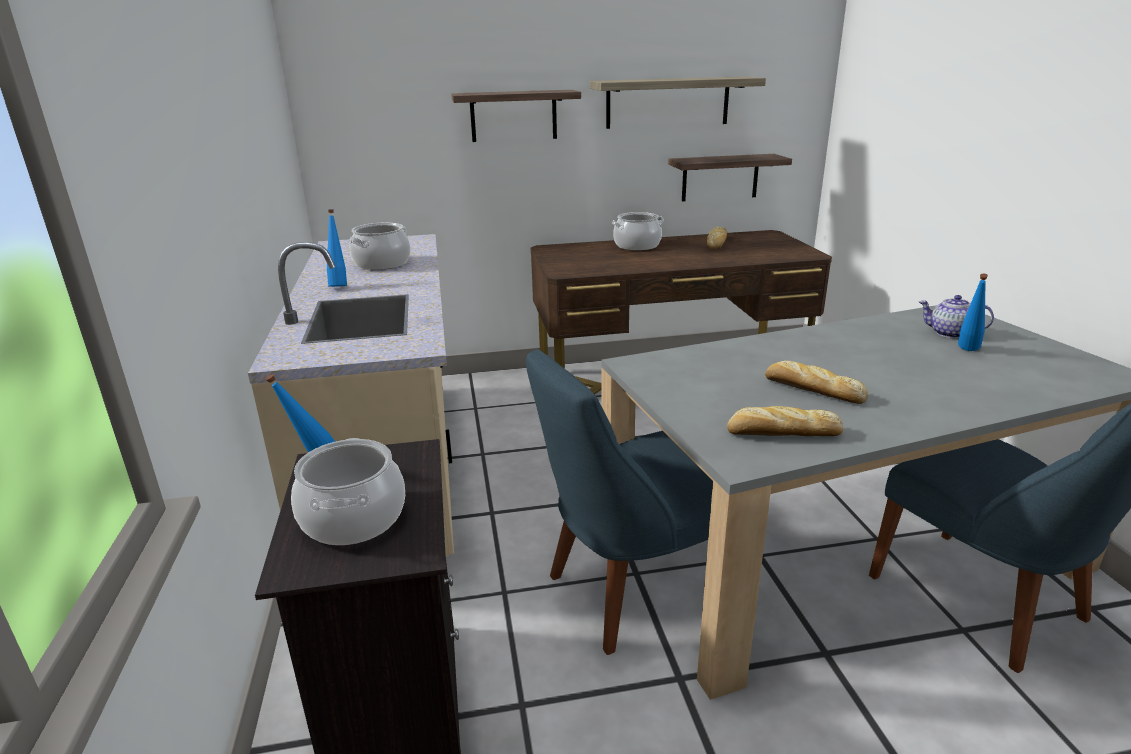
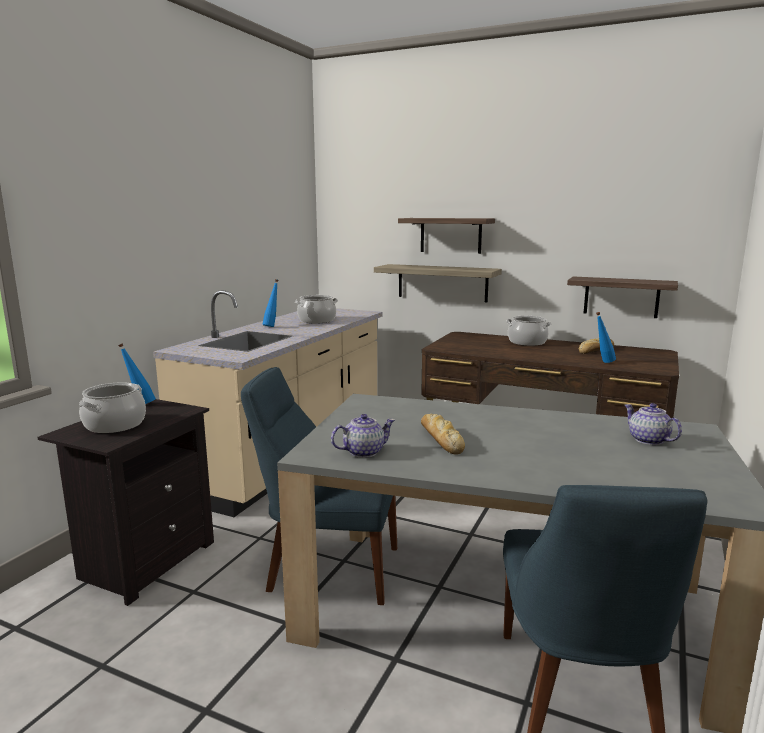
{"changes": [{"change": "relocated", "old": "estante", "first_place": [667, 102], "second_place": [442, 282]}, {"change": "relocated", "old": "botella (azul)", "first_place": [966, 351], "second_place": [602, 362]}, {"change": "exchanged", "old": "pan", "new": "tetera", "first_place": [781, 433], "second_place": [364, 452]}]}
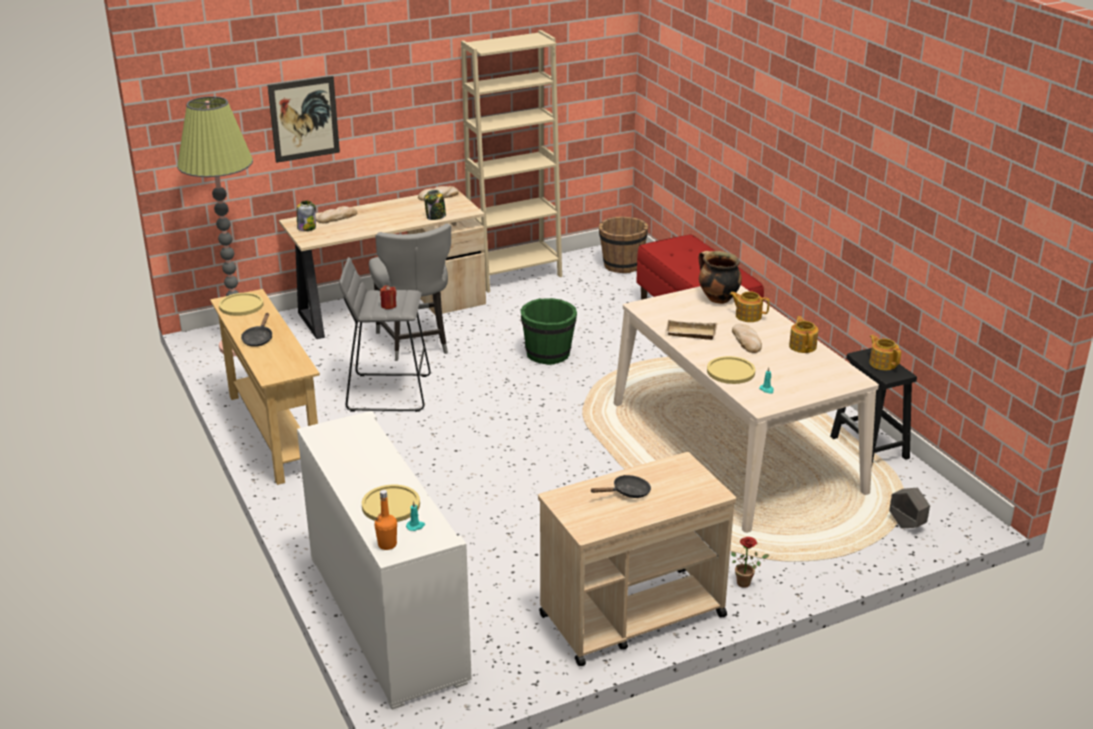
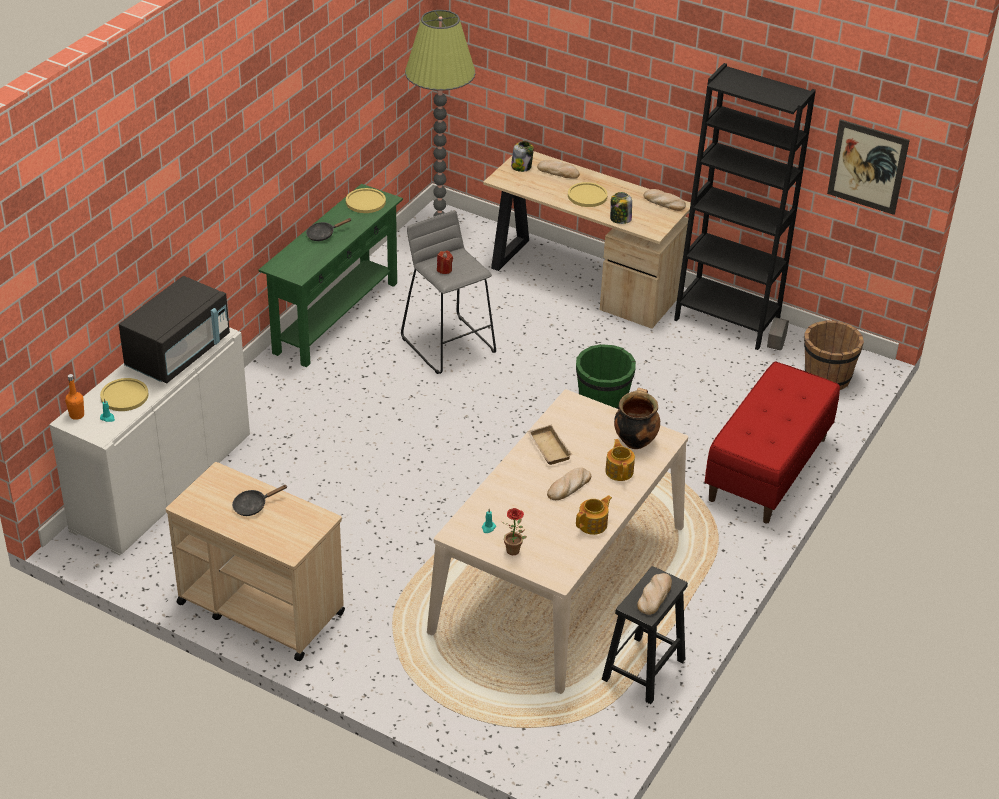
{"changes": [{"change": "missing", "old": "silla (gris)", "first_place": [414, 343]}, {"change": "appeared", "new": "microondas (negro)", "second_place": [178, 353]}, {"change": "relocated", "old": "cuadro", "first_place": [304, 119], "second_place": [867, 167]}, {"change": "relocated", "old": "plato (amarillo)", "first_place": [730, 371], "second_place": [587, 196]}, {"change": "relocated", "old": "planta en maceta", "first_place": [746, 582], "second_place": [515, 552]}, {"change": "relocated", "old": "maceta (gris)", "first_place": [906, 525], "second_place": [775, 347]}, {"change": "exchanged", "old": "tetera", "new": "pan", "first_place": [882, 363], "second_place": [654, 595]}, {"change": "colour", "old": "mesa consola (beis)", "new": "mesa consola (verde)", "first_place": [273, 433], "second_place": [335, 317]}, {"change": "colour", "old": "estantería (beis)", "new": "estantería (negro)", "first_place": [515, 275], "second_place": [726, 321]}, {"change": "spun", "old": "sartén (negro)", "first_place": [627, 492], "second_place": [253, 506], "degrees": 120}]}
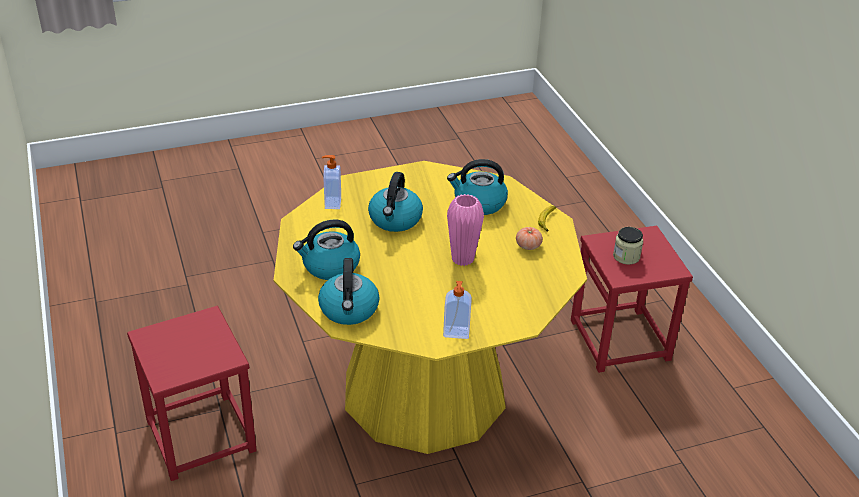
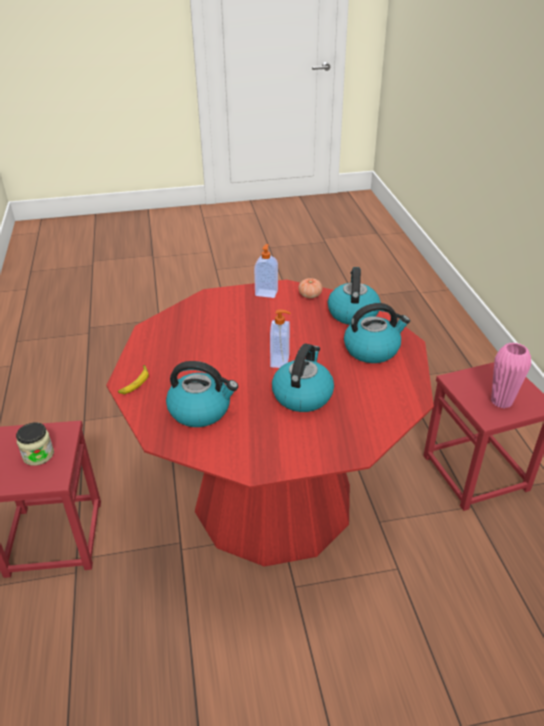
{"changes": [{"change": "relocated", "old": "dispensador de jabón", "first_place": [332, 203], "second_place": [280, 361]}, {"change": "relocated", "old": "florero (rosa)", "first_place": [462, 259], "second_place": [501, 401]}, {"change": "relocated", "old": "tomate", "first_place": [528, 246], "second_place": [310, 295]}, {"change": "colour", "old": "mesa de comedor (amarillo)", "new": "mesa de comedor (rojo)", "first_place": [424, 390], "second_place": [273, 498]}]}
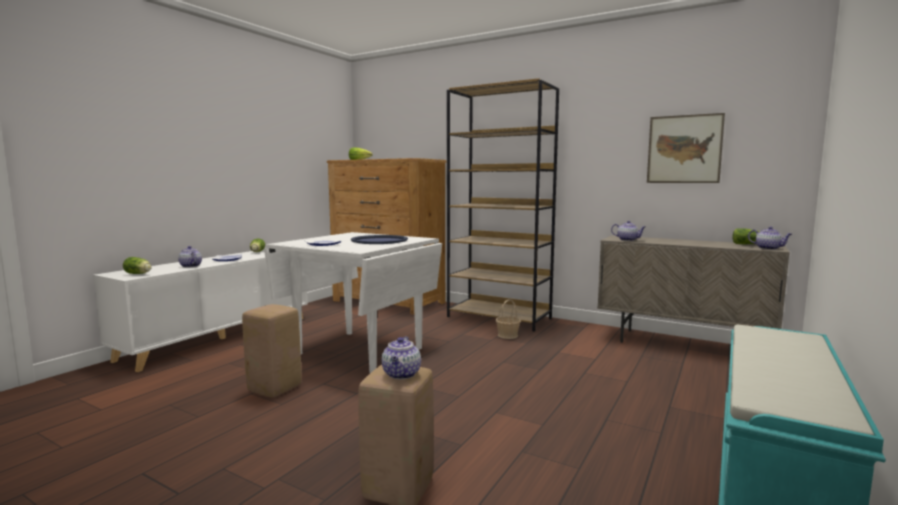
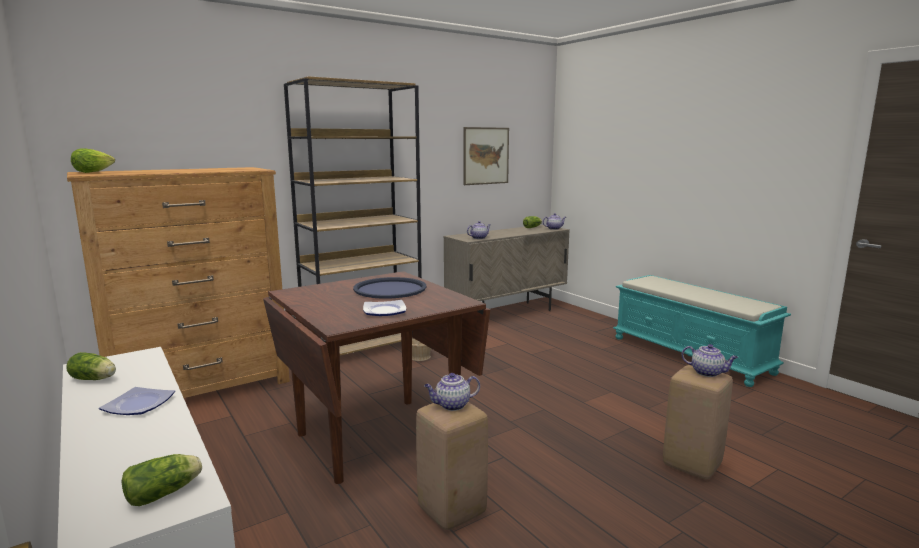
{"changes": [{"change": "relocated", "old": "tetera", "first_place": [190, 266], "second_place": [452, 405]}, {"change": "colour", "old": "mesa de comedor (blanco)", "new": "mesa de comedor (marrón)", "first_place": [359, 351], "second_place": [378, 437]}]}
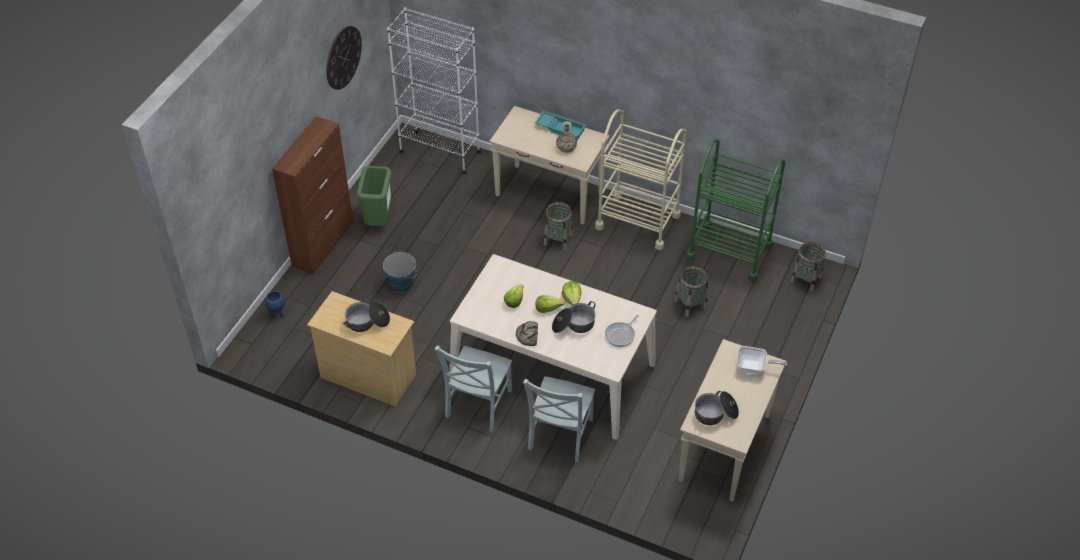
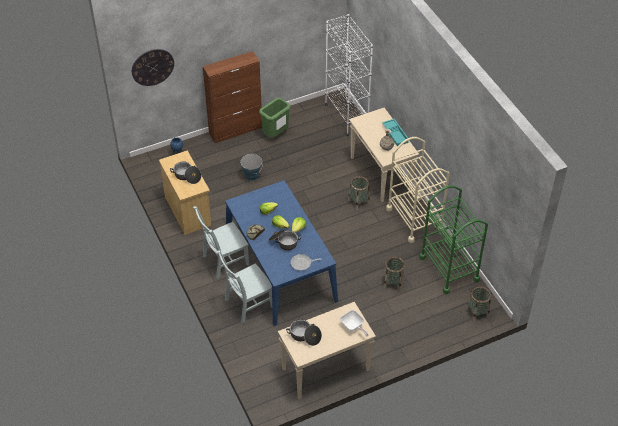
{"changes": [{"change": "relocated", "old": "reloj de pared", "first_place": [343, 57], "second_place": [152, 67]}, {"change": "colour", "old": "mesa de comedor (beis)", "new": "mesa de comedor (azul)", "first_place": [552, 370], "second_place": [280, 268]}]}
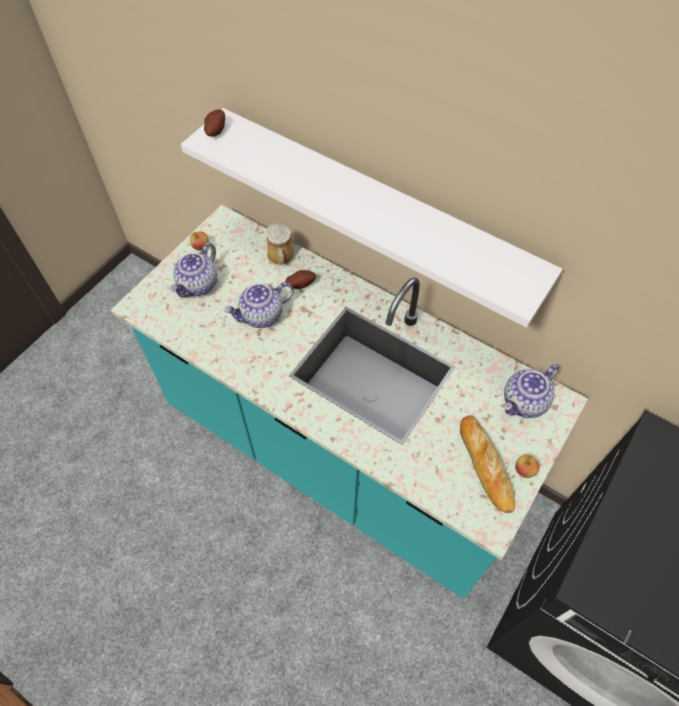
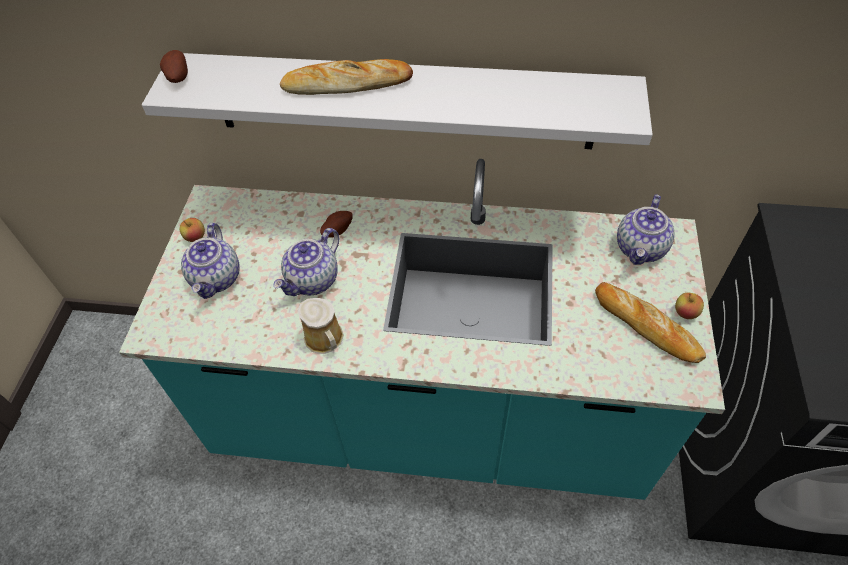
{"changes": [{"change": "appeared", "new": "pan", "second_place": [347, 84]}, {"change": "relocated", "old": "taza grande", "first_place": [281, 257], "second_place": [325, 340]}]}
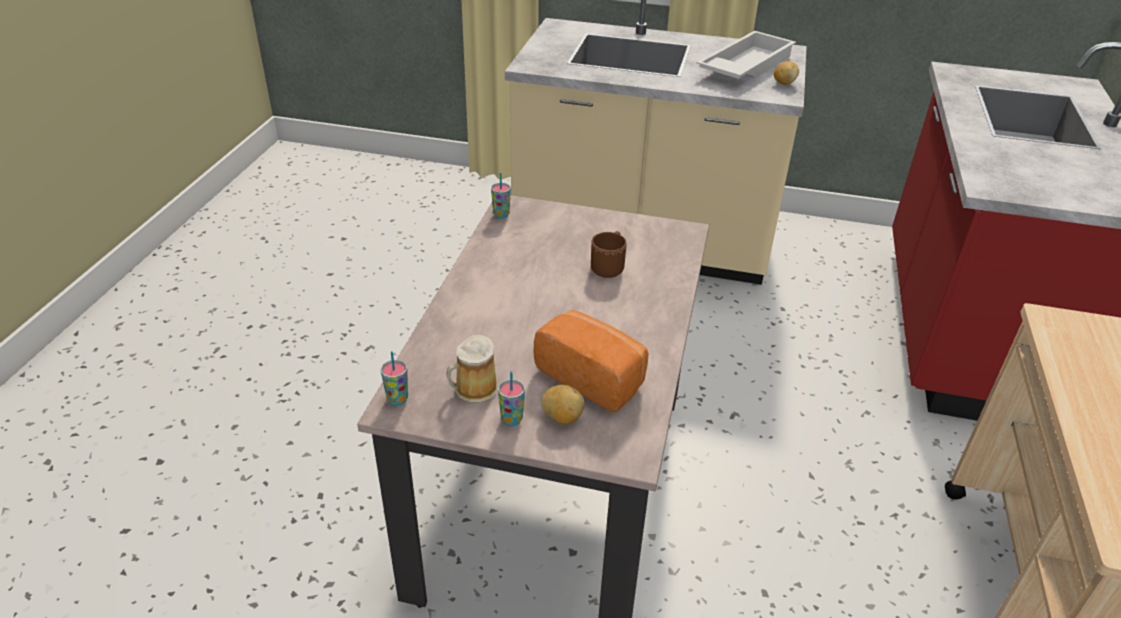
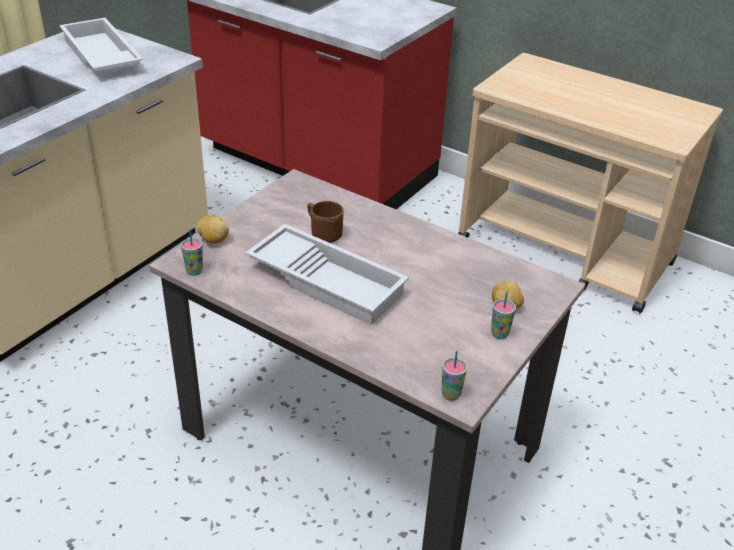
{"changes": [{"change": "missing", "old": "taza grande", "first_place": [473, 389]}, {"change": "missing", "old": "pan", "first_place": [593, 377]}, {"change": "appeared", "new": "bandeja (blanco)", "second_place": [328, 280]}, {"change": "relocated", "old": "patata", "first_place": [784, 83], "second_place": [213, 240]}]}
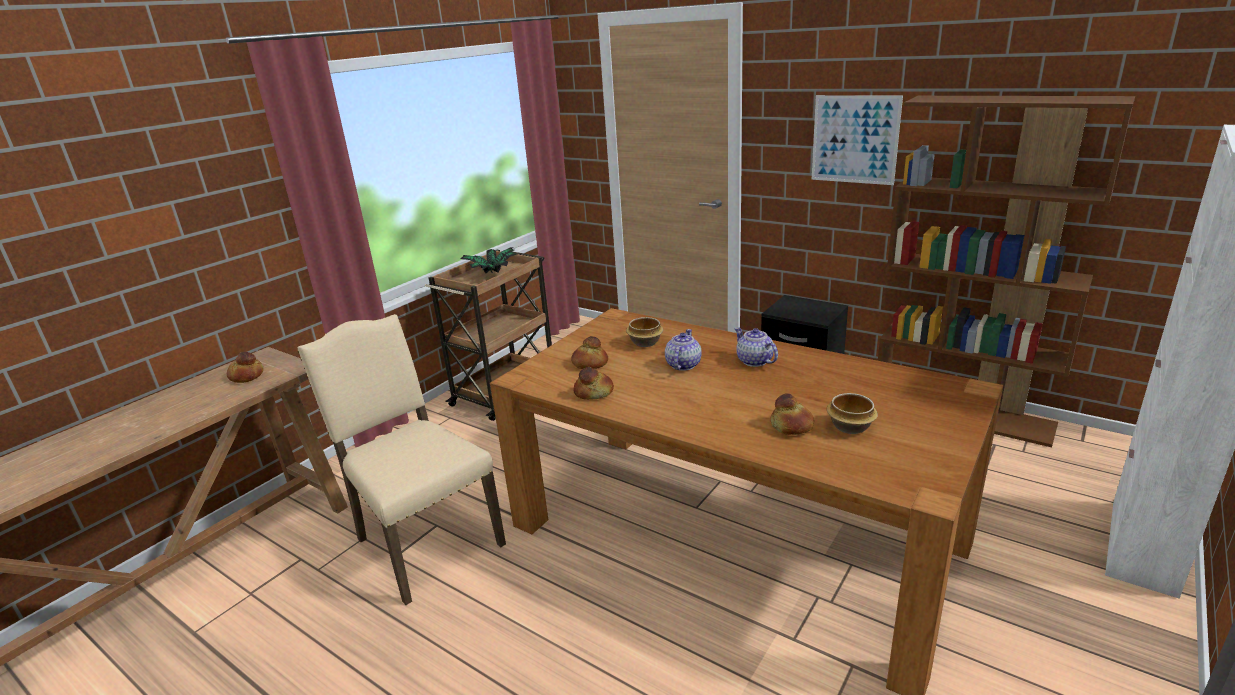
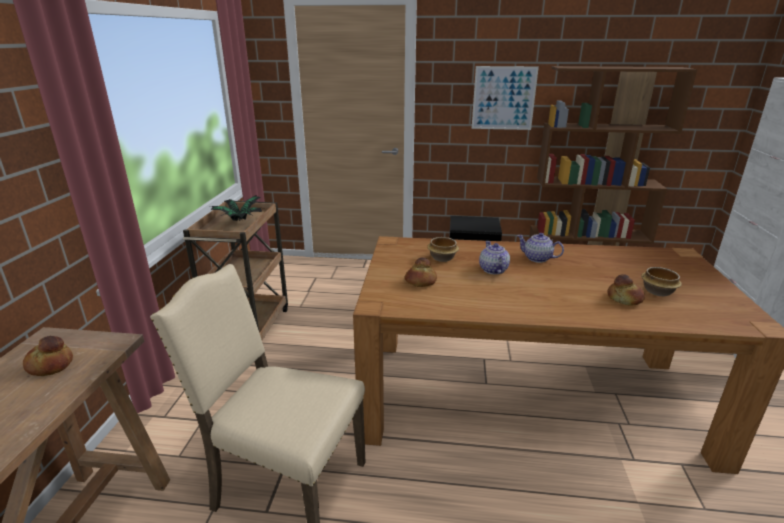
{"changes": [{"change": "missing", "old": "pan", "first_place": [594, 393]}]}
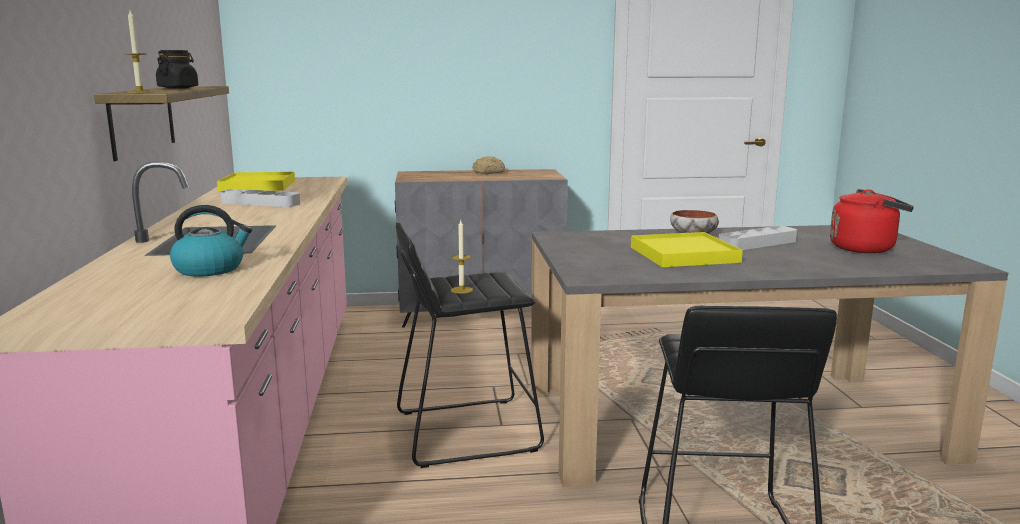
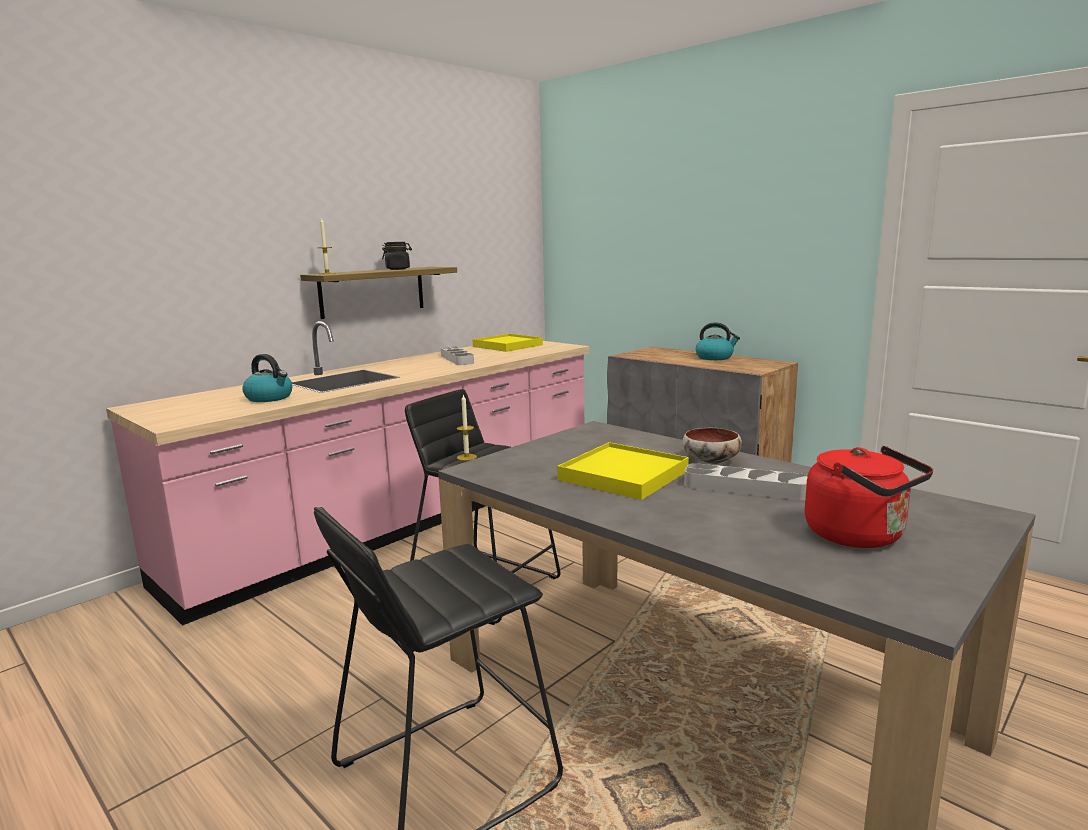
{"changes": [{"change": "exchanged", "old": "pan", "new": "hervidor", "first_place": [487, 172], "second_place": [715, 357]}]}
